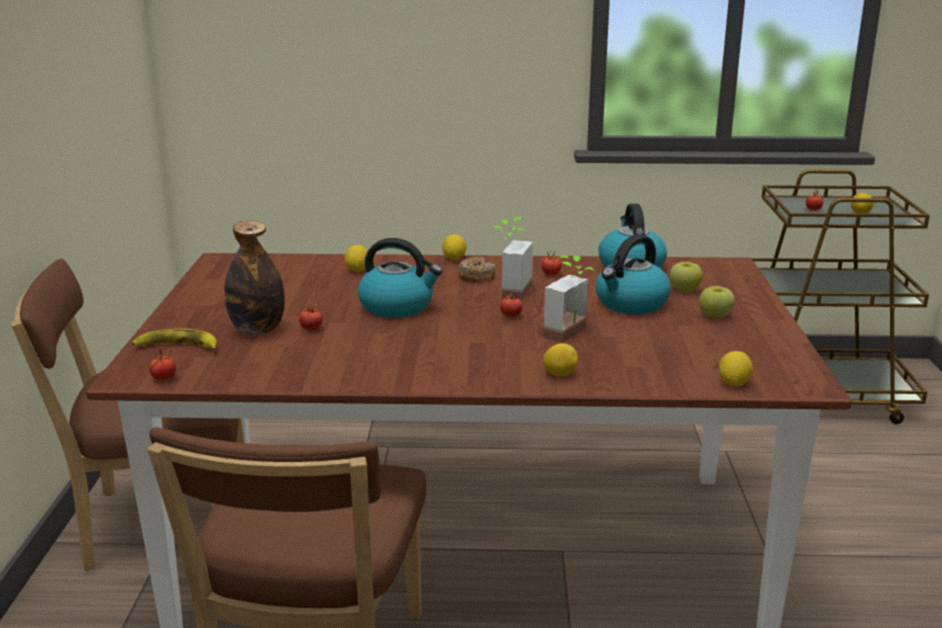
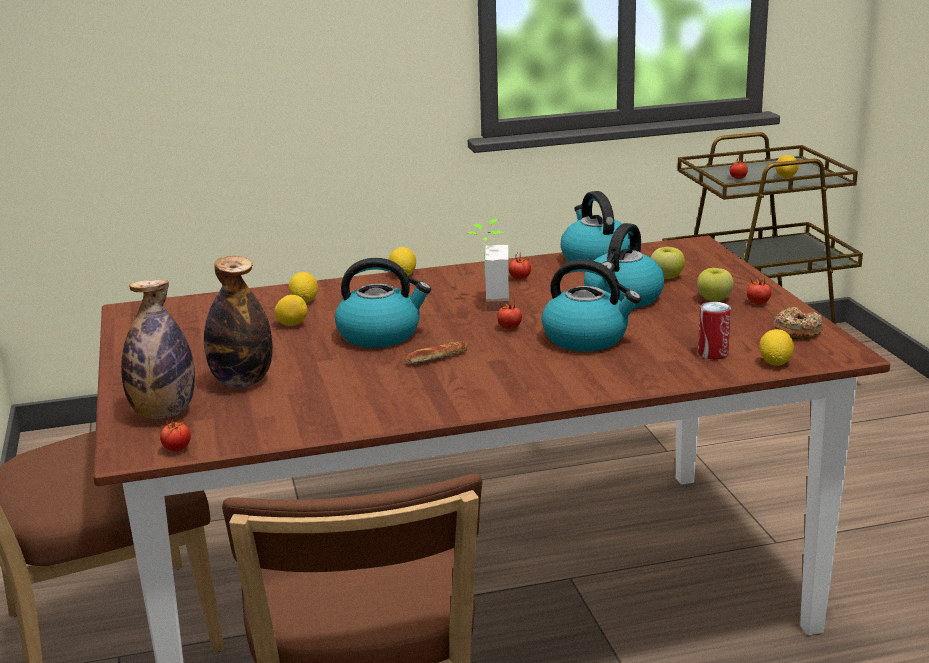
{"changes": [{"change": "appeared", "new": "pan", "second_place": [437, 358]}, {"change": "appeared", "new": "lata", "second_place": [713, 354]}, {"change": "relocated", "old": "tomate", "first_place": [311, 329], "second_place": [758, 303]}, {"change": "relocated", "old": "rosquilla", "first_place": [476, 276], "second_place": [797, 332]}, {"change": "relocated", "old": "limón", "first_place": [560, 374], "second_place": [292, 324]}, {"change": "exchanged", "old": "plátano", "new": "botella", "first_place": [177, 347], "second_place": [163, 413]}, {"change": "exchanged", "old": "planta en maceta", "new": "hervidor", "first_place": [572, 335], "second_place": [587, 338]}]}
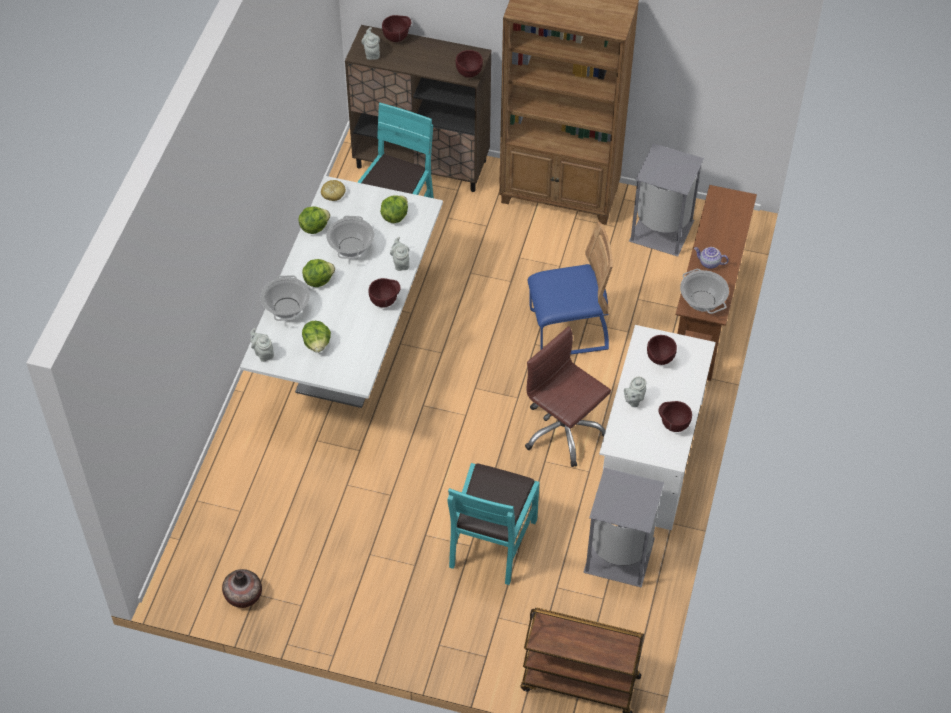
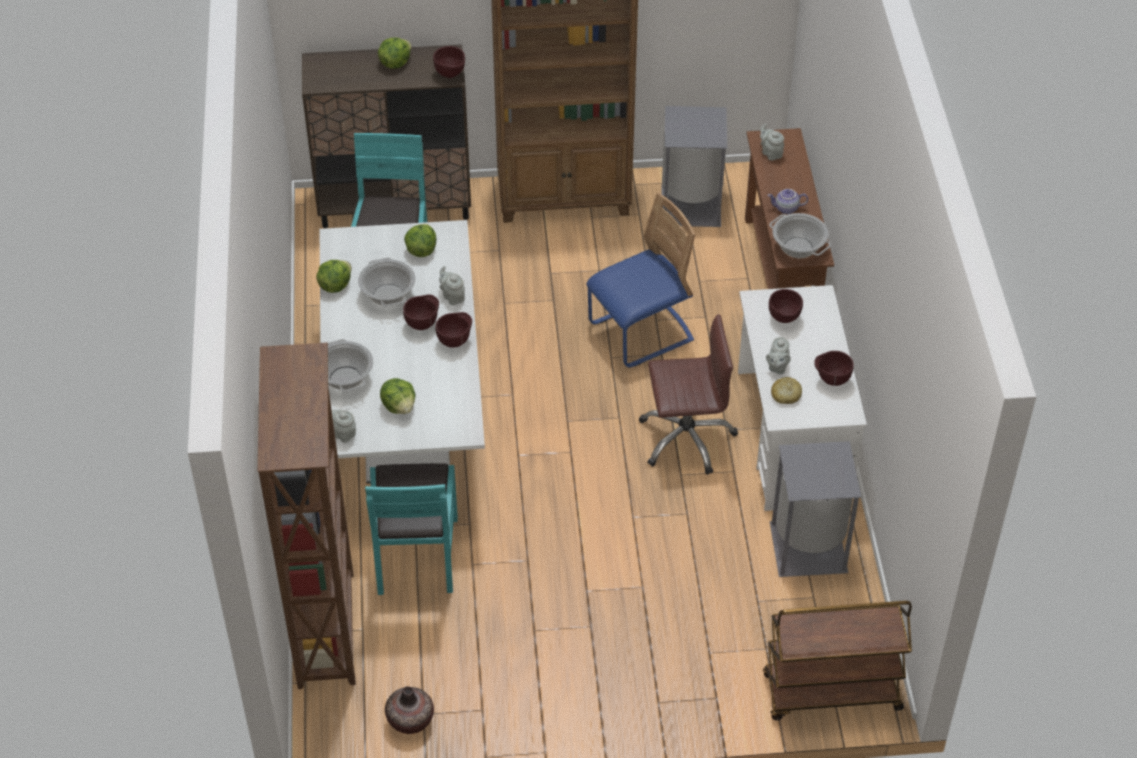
{"changes": [{"change": "appeared", "new": "estantería (marrón)", "second_place": [327, 629]}, {"change": "relocated", "old": "lechuga", "first_place": [318, 280], "second_place": [395, 63]}, {"change": "relocated", "old": "pan", "first_place": [333, 194], "second_place": [786, 395]}, {"change": "relocated", "old": "tetera (gris)", "first_place": [371, 53], "second_place": [770, 153]}, {"change": "relocated", "old": "cuenco (marrón)", "first_place": [397, 38], "second_place": [423, 324]}, {"change": "relocated", "old": "silla (turquesa)", "first_place": [491, 542], "second_place": [415, 554]}, {"change": "spun", "old": "silla de oficina (marrón)", "first_place": [563, 431], "second_place": [686, 438], "degrees": 150}]}
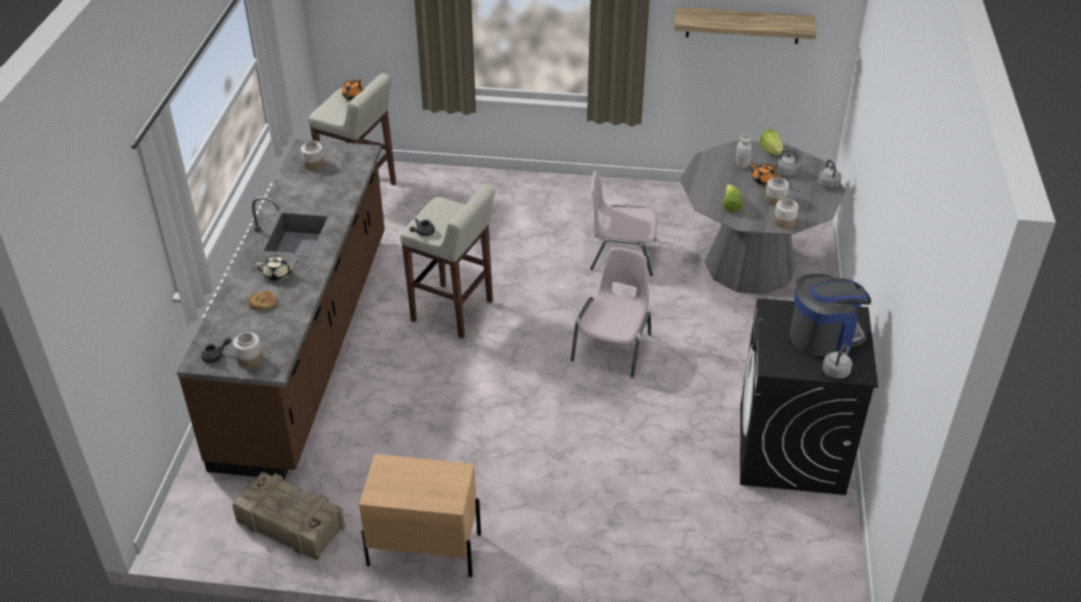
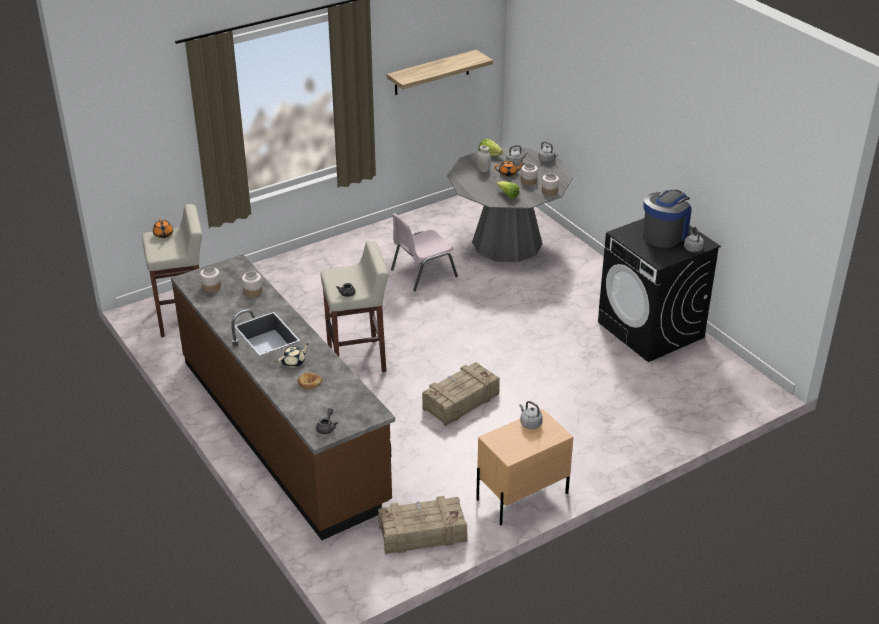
{"changes": [{"change": "missing", "old": "silla (rosa)", "first_place": [613, 347]}, {"change": "appeared", "new": "caja de embalaje", "second_place": [460, 401]}, {"change": "appeared", "new": "hervidor (gris)", "second_place": [530, 423]}, {"change": "relocated", "old": "tarro", "first_place": [250, 358], "second_place": [253, 291]}]}
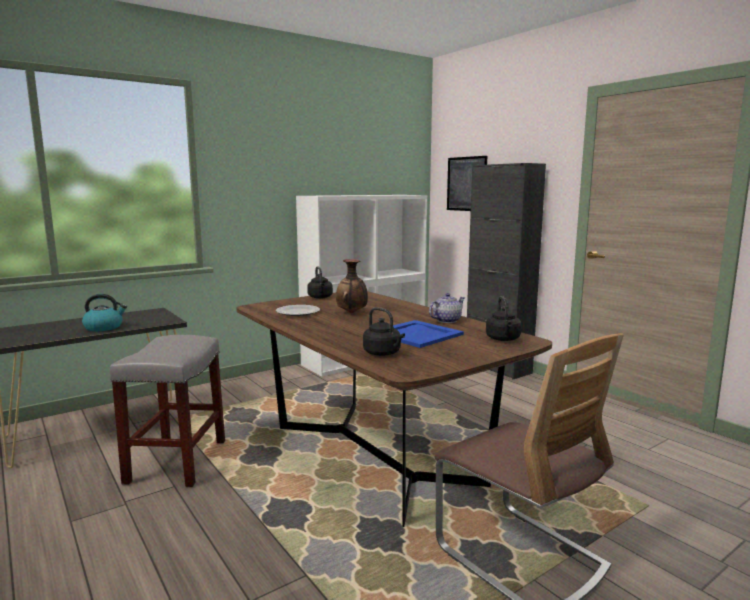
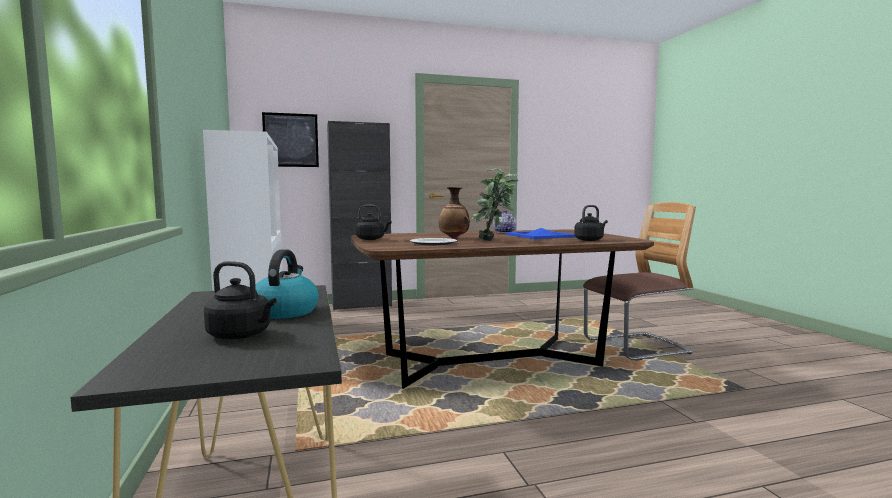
{"changes": [{"change": "missing", "old": "taburete (gris)", "first_place": [177, 461]}, {"change": "appeared", "new": "planta en maceta", "second_place": [494, 241]}, {"change": "relocated", "old": "hervidor (negro)", "first_place": [503, 339], "second_place": [242, 335]}]}
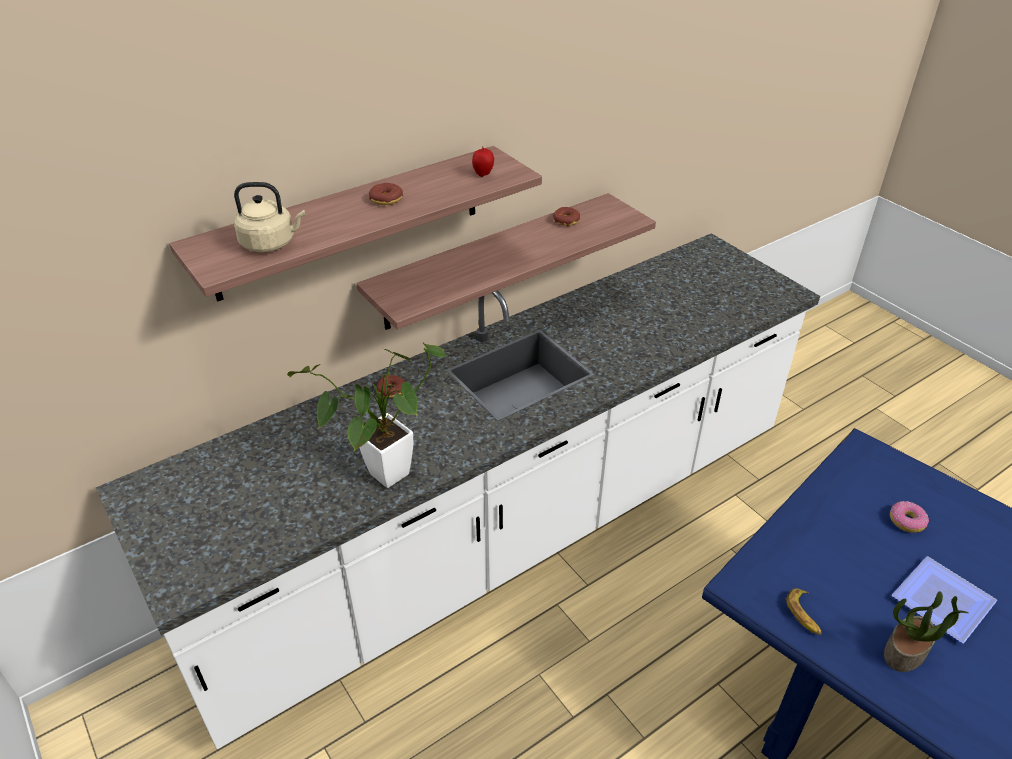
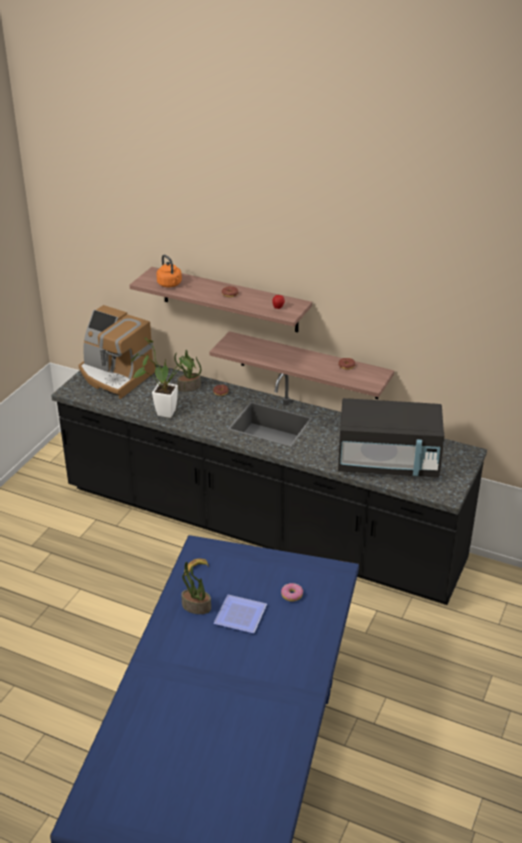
{"changes": [{"change": "appeared", "new": "cafetera", "second_place": [115, 376]}, {"change": "appeared", "new": "planta en maceta", "second_place": [189, 387]}, {"change": "appeared", "new": "microondas (negro)", "second_place": [388, 463]}, {"change": "colour", "old": "mueble bajo de cocina (blanco)", "new": "mueble bajo de cocina (negro)", "first_place": [506, 533], "second_place": [261, 526]}, {"change": "colour", "old": "hervidor (beis)", "new": "hervidor (naranja)", "first_place": [271, 243], "second_place": [170, 284]}]}
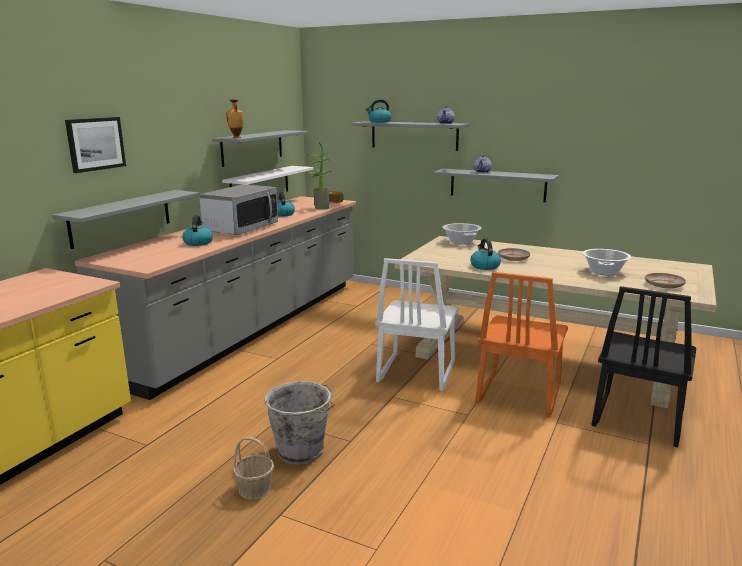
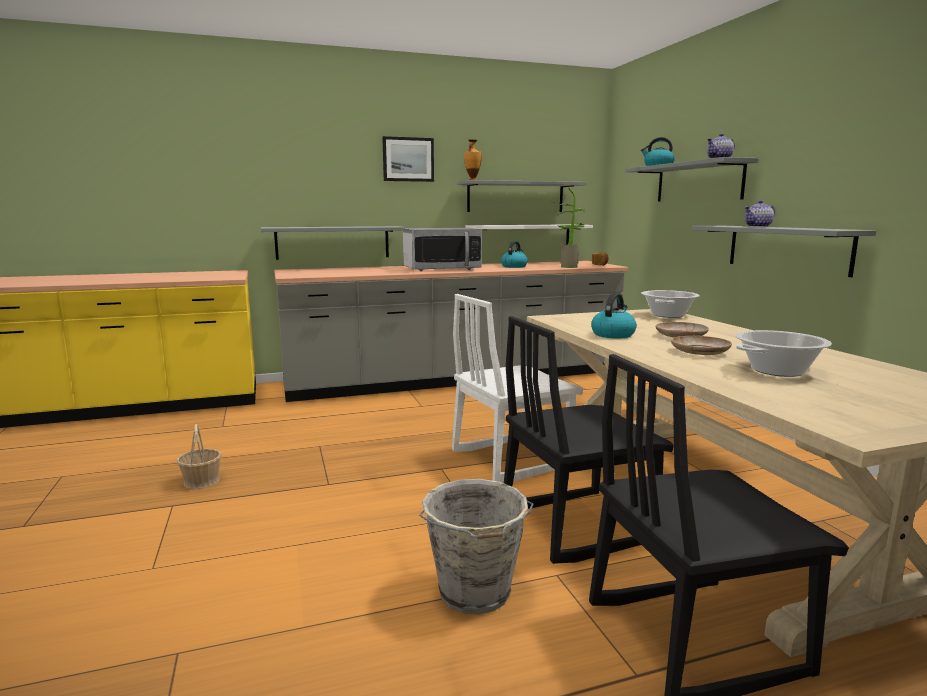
{"changes": [{"change": "missing", "old": "hervidor", "first_place": [198, 243]}, {"change": "relocated", "old": "cuadro", "first_place": [95, 144], "second_place": [408, 159]}, {"change": "relocated", "old": "cubo (gris)", "first_place": [302, 452], "second_place": [475, 593]}, {"change": "relocated", "old": "plato (beis)", "first_place": [664, 285], "second_place": [700, 352]}, {"change": "colour", "old": "silla (naranja)", "new": "silla (negro)", "first_place": [517, 394], "second_place": [576, 525]}]}
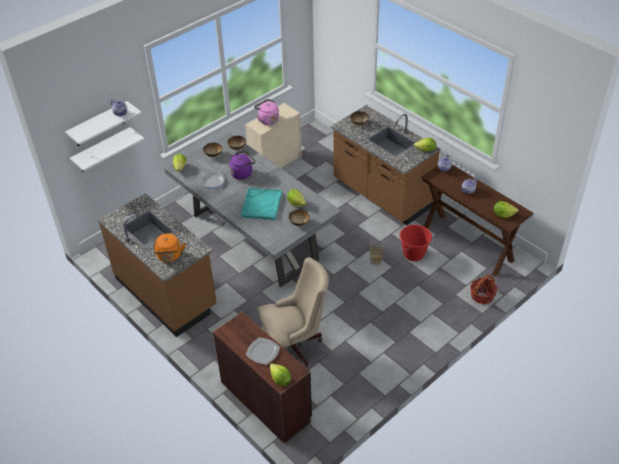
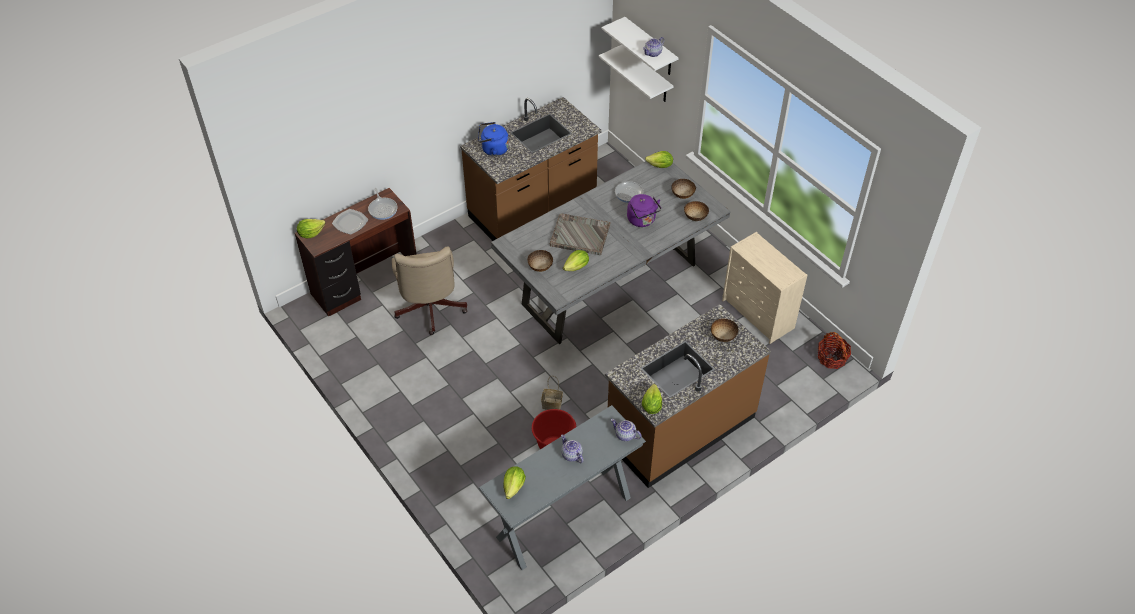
{"changes": [{"change": "missing", "old": "hervidor (rosa)", "first_place": [267, 120]}, {"change": "appeared", "new": "sartén", "second_place": [383, 209]}, {"change": "relocated", "old": "cesta", "first_place": [482, 295], "second_place": [832, 358]}, {"change": "colour", "old": "hervidor (naranja)", "new": "hervidor (azul)", "first_place": [169, 257], "second_place": [493, 149]}, {"change": "colour", "old": "bandeja (turquesa)", "new": "bandeja (gris)", "first_place": [261, 205], "second_place": [579, 235]}, {"change": "colour", "old": "mesa consola (marrón)", "new": "mesa consola (gris)", "first_place": [467, 244], "second_place": [563, 517]}]}
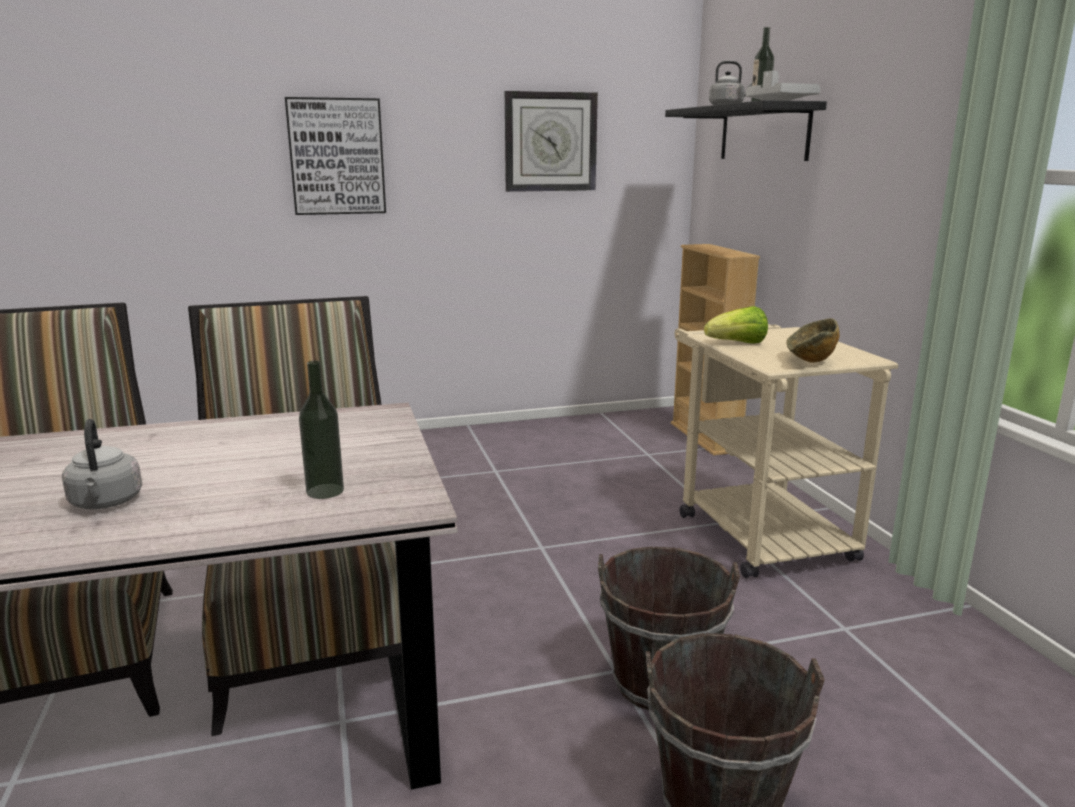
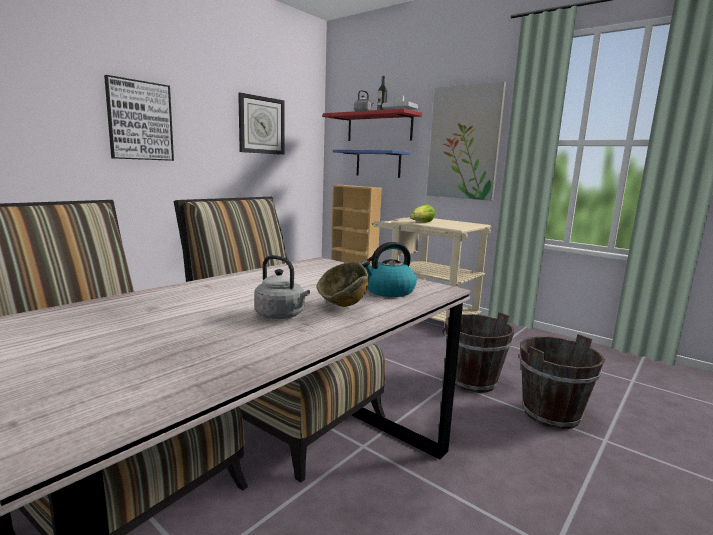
{"changes": [{"change": "appeared", "new": "estante (azul)", "second_place": [378, 164]}, {"change": "appeared", "new": "cuadro", "second_place": [464, 143]}, {"change": "relocated", "old": "cuenco", "first_place": [810, 363], "second_place": [343, 307]}, {"change": "exchanged", "old": "botella", "new": "hervidor", "first_place": [325, 491], "second_place": [388, 291]}, {"change": "colour", "old": "estante (negro)", "new": "estante (rojo)", "first_place": [763, 133], "second_place": [379, 127]}]}
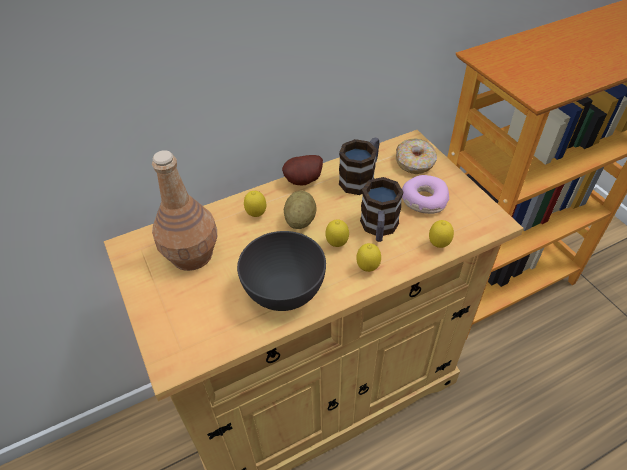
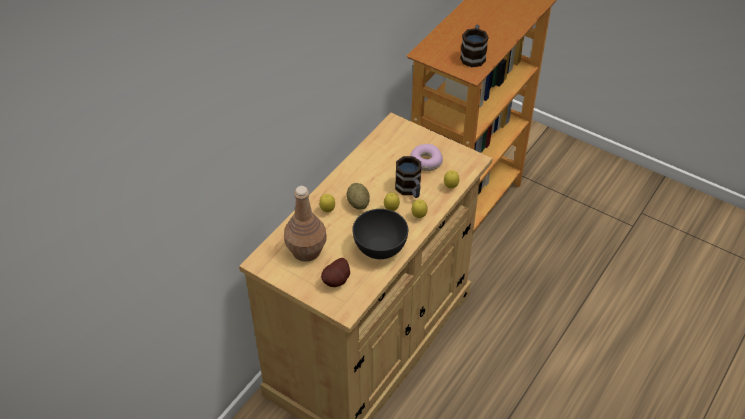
{"changes": [{"change": "missing", "old": "rosquilla", "first_place": [415, 162]}, {"change": "relocated", "old": "patata", "first_place": [305, 182], "second_place": [338, 281]}, {"change": "relocated", "old": "taza grande", "first_place": [361, 178], "second_place": [473, 55]}]}
